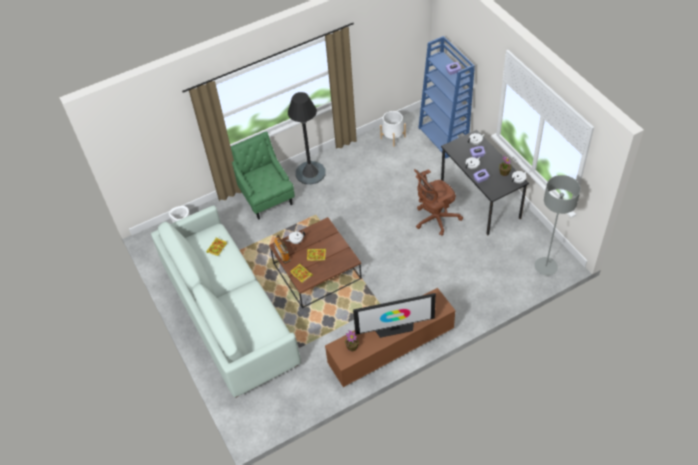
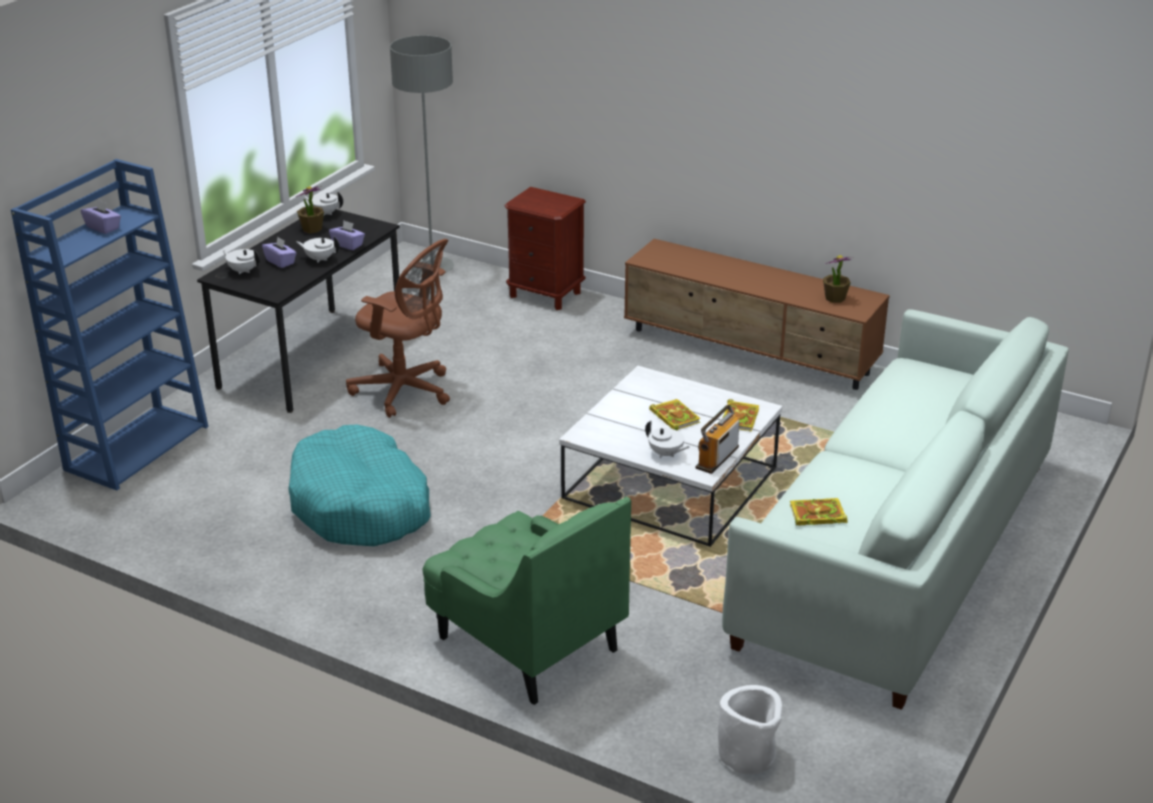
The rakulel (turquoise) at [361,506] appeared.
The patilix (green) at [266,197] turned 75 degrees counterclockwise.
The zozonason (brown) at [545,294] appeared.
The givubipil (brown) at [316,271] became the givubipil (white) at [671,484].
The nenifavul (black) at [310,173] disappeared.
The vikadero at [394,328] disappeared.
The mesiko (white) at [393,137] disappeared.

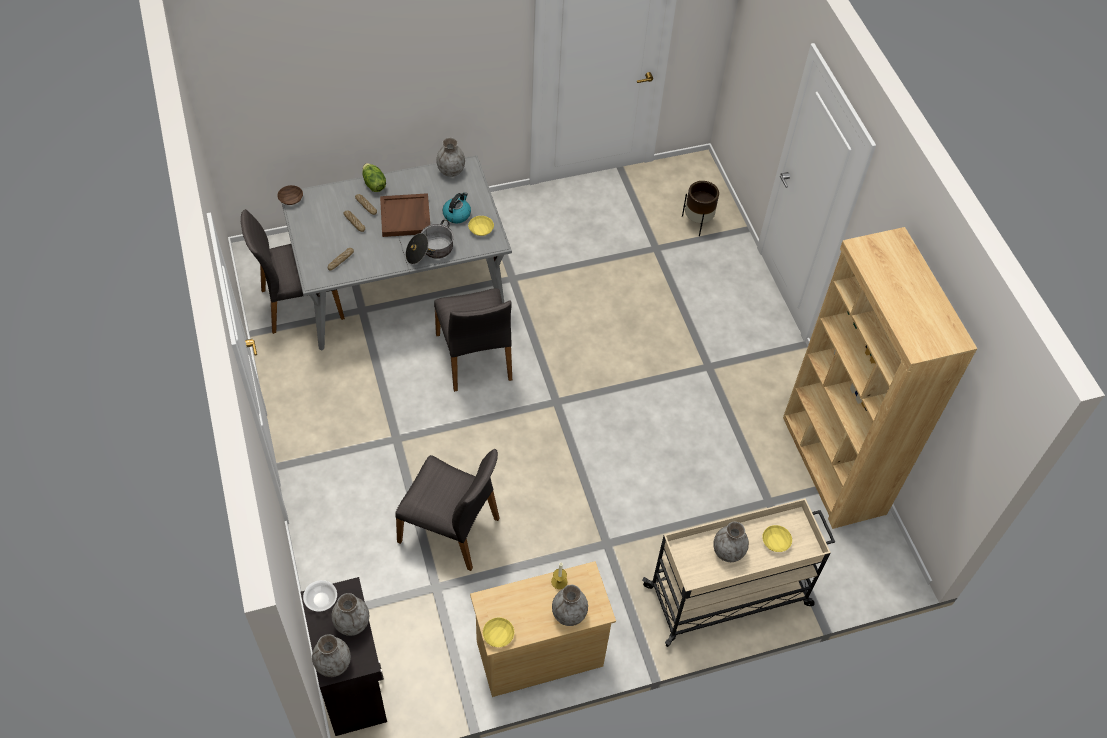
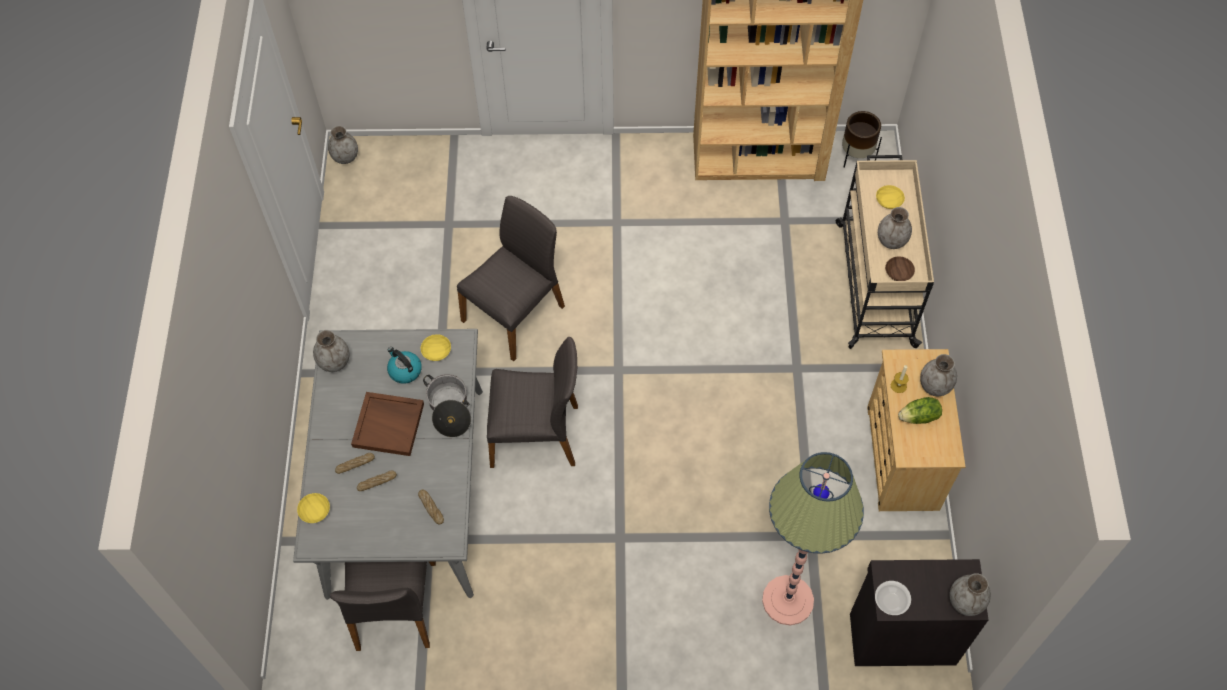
The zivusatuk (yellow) moved from [498,636] to [315,511].
The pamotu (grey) moved from [352,623] to [345,157].
The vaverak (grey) moved from [450,529] to [515,313].
The nenifavul at [787,600] appeared.
The mesiko (brown) moved from [698,222] to [856,156].
The zivusatuk (brown) moved from [290,199] to [899,273].
The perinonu moved from [373,184] to [919,417].

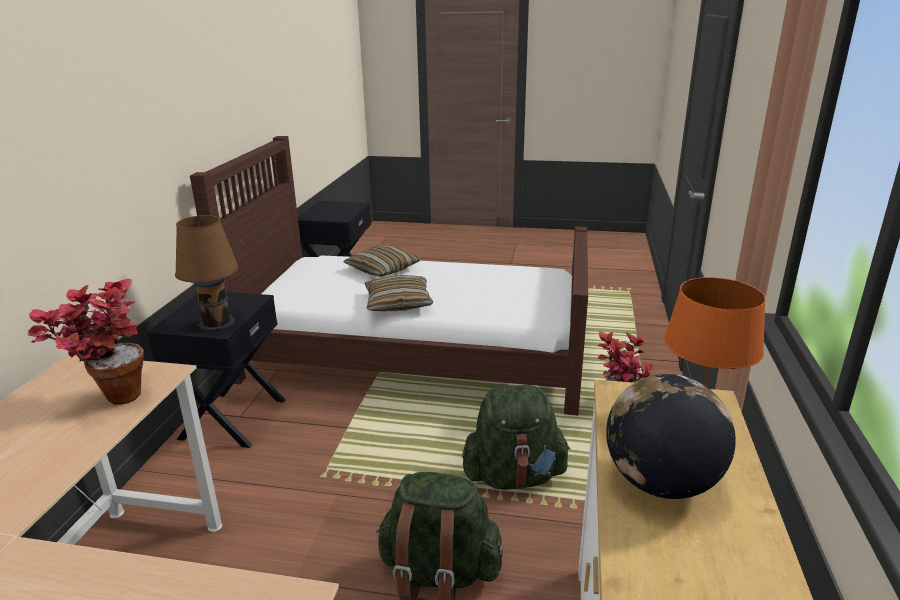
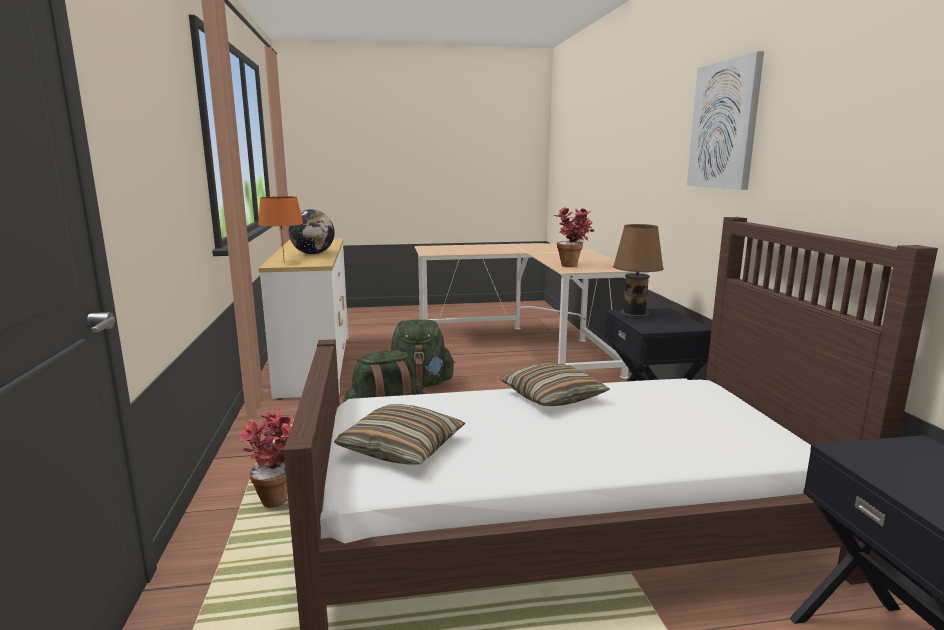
The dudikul moved from [383,269] to [402,448].
The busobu at [724,125] appeared.

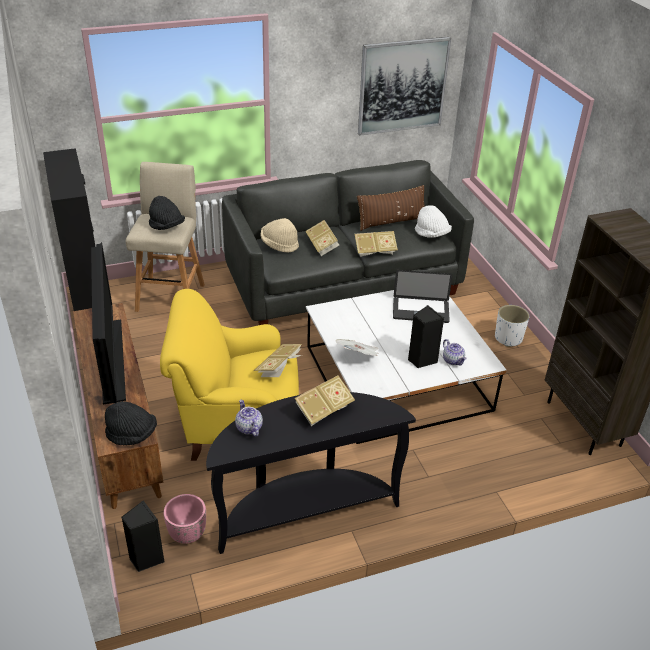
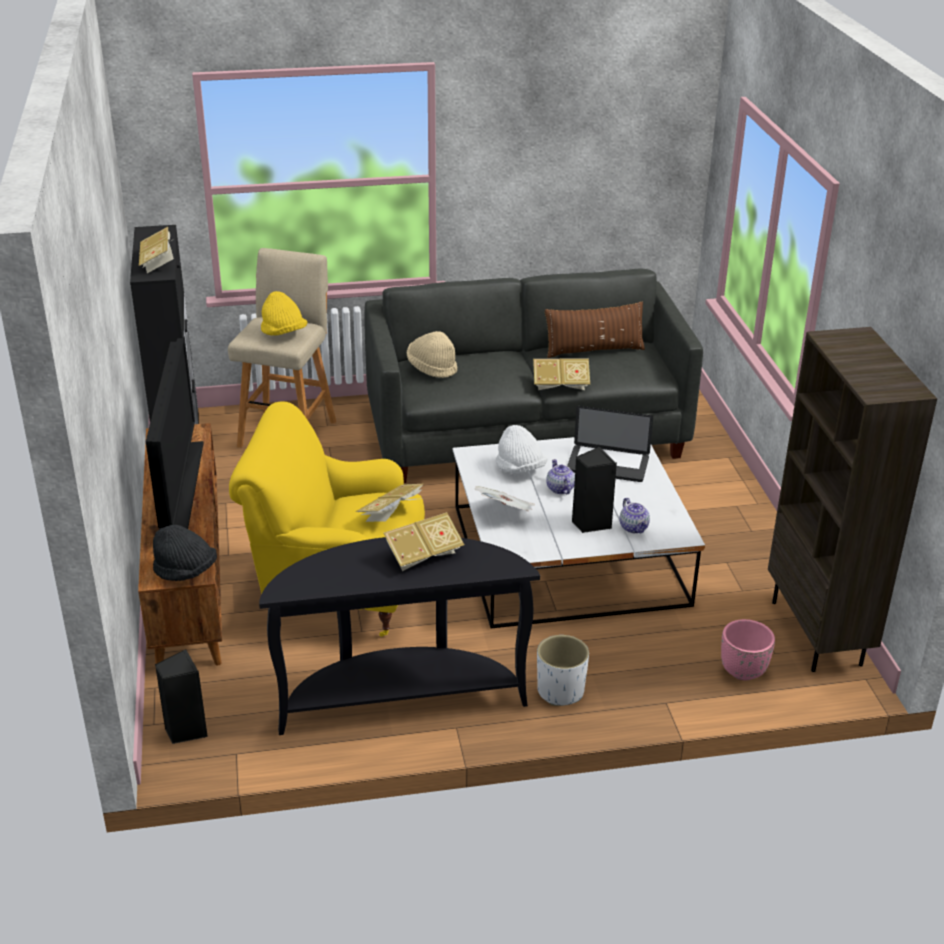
The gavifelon moved from [322,246] to [158,262].
The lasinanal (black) at [166,226] became the lasinanal (yellow) at [283,333].
The lasinanal (white) moved from [432,234] to [520,469].
The mesiko (white) moved from [508,338] to [561,691].
The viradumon moved from [248,428] to [559,488].
The mesiko (pink) moved from [187,534] to [742,672].
The busobu at [402,86] disappeared.

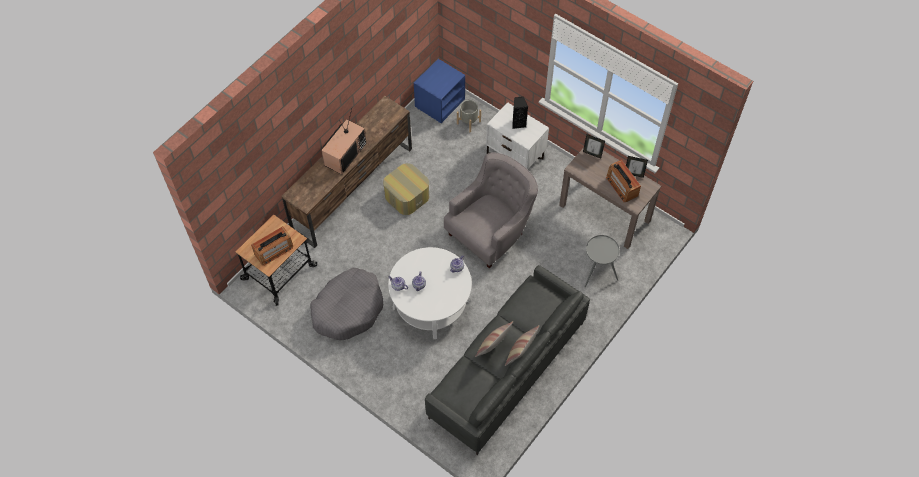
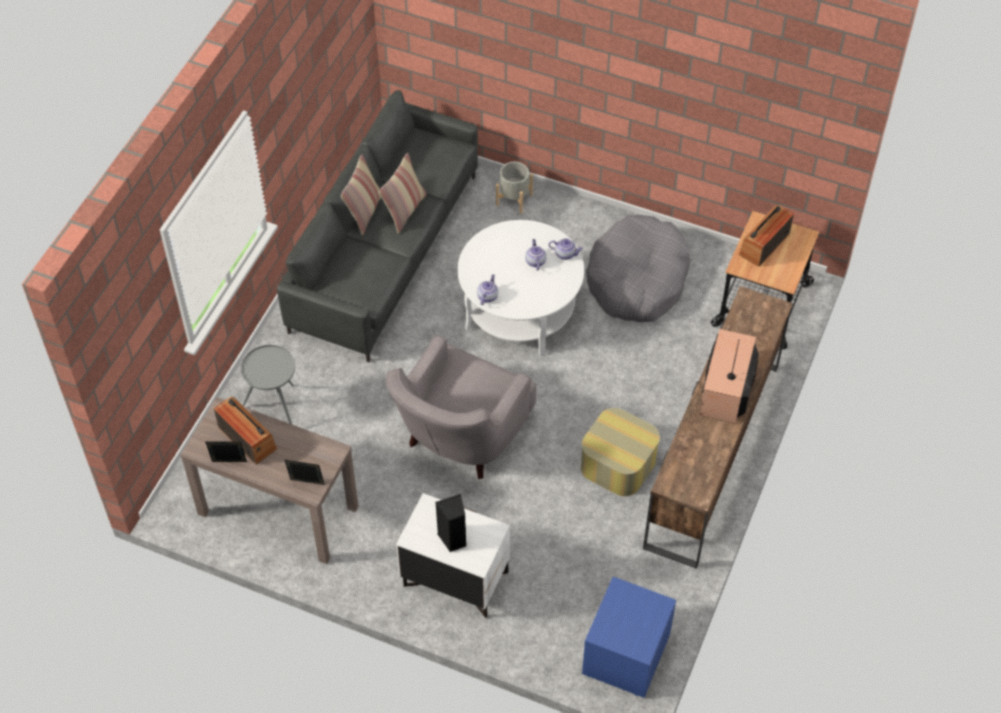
The mesiko (grey) moved from [468,122] to [514,199].

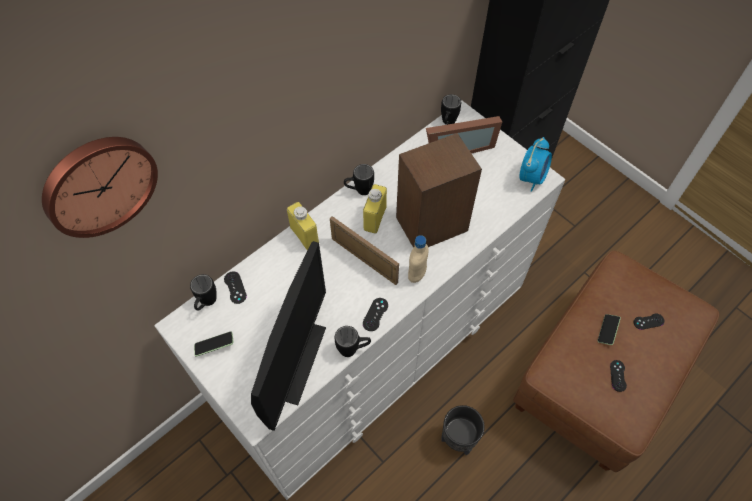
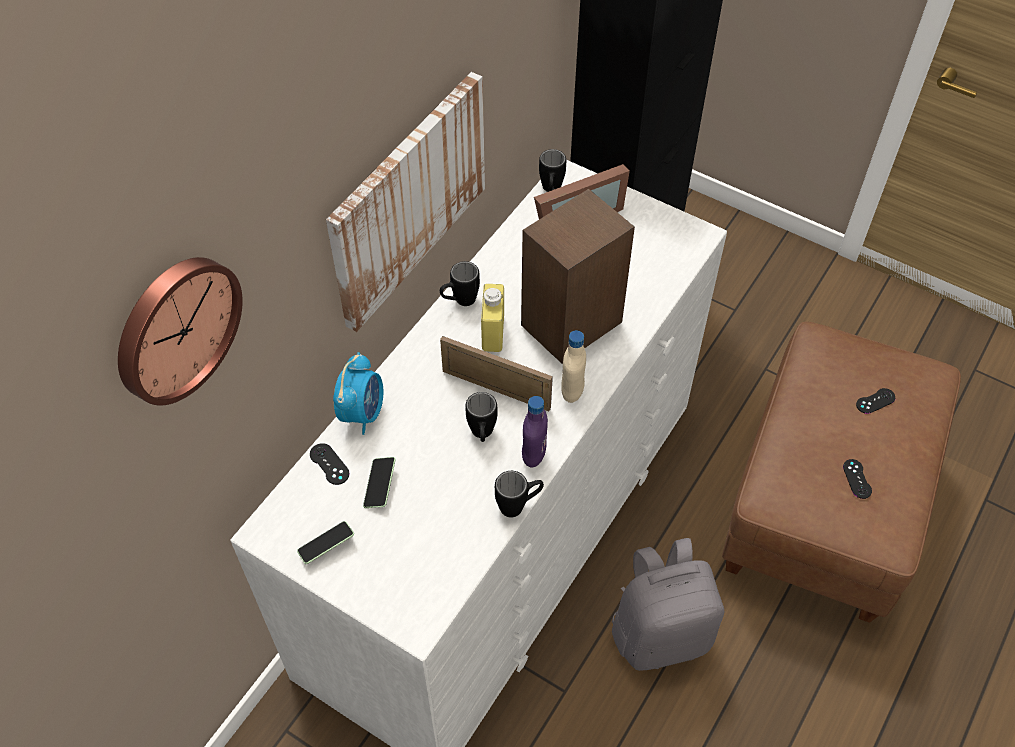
The busobu at [408,199] appeared.
The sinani moved from [531,177] to [362,412].
The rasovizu moved from [607,331] to [380,486].
The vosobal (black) moved from [206,303] to [482,435].
The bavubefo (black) at [375,314] was replaced by the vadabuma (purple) at [533,454].
The mesiko (black) at [458,439] was replaced by the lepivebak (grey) at [661,633].
The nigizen at [294,360] disappeared.
The vadabuma (yellow) at [304,236] disappeared.

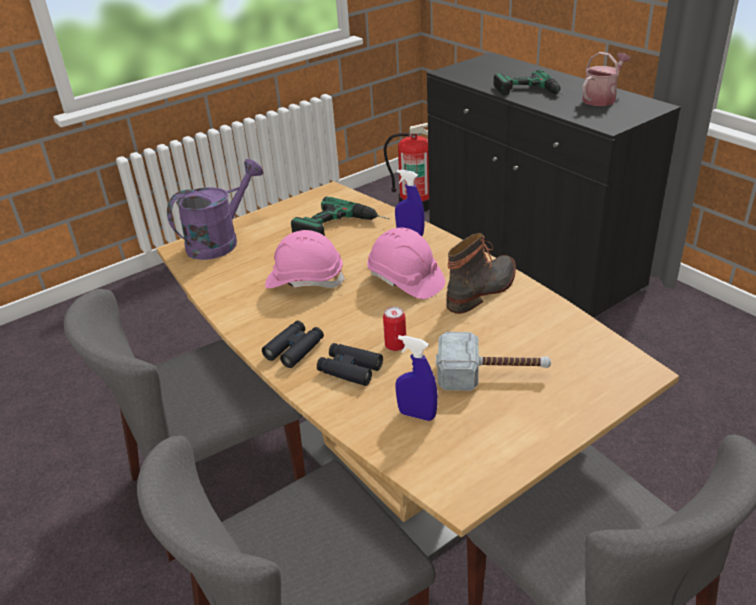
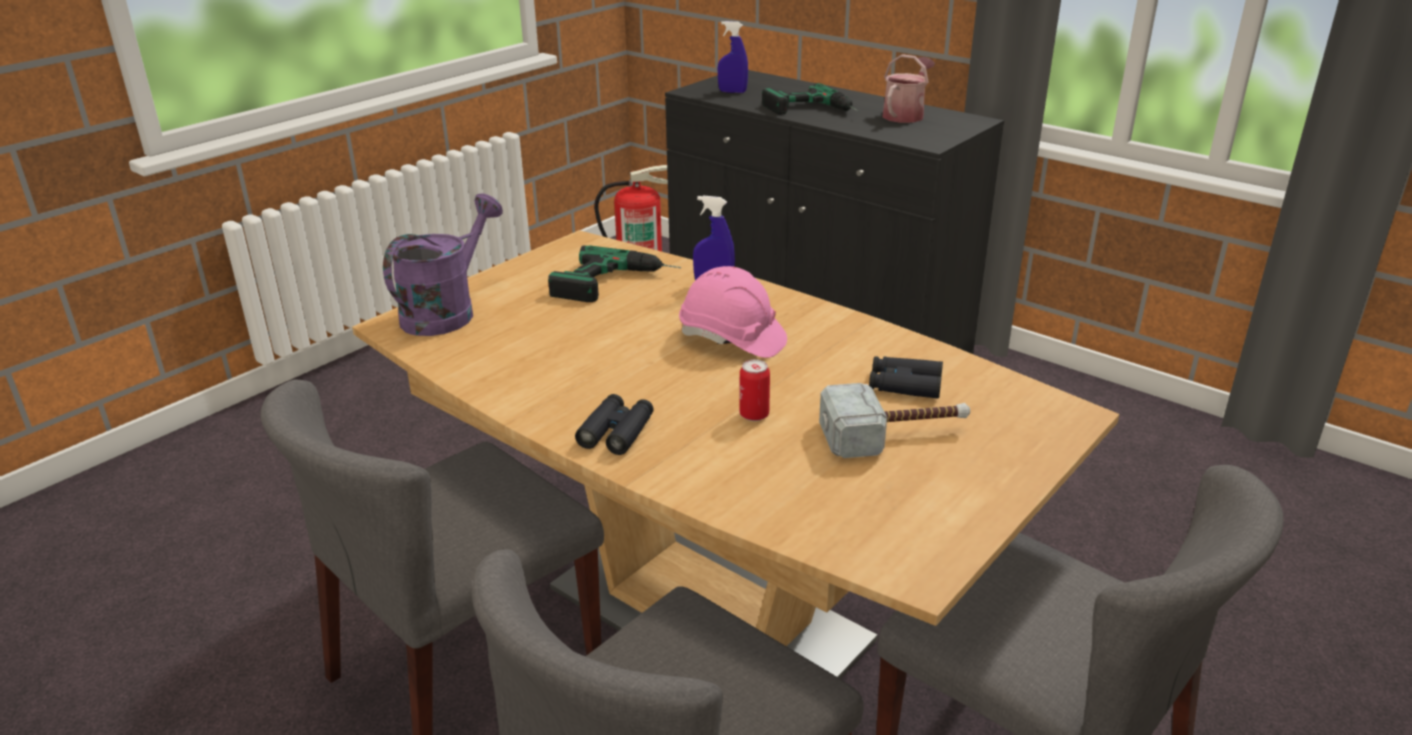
The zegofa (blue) moved from [417,415] to [732,92].
The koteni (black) moved from [350,369] to [904,385].
The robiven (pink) at [305,280] disappeared.
The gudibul at [483,290] disappeared.

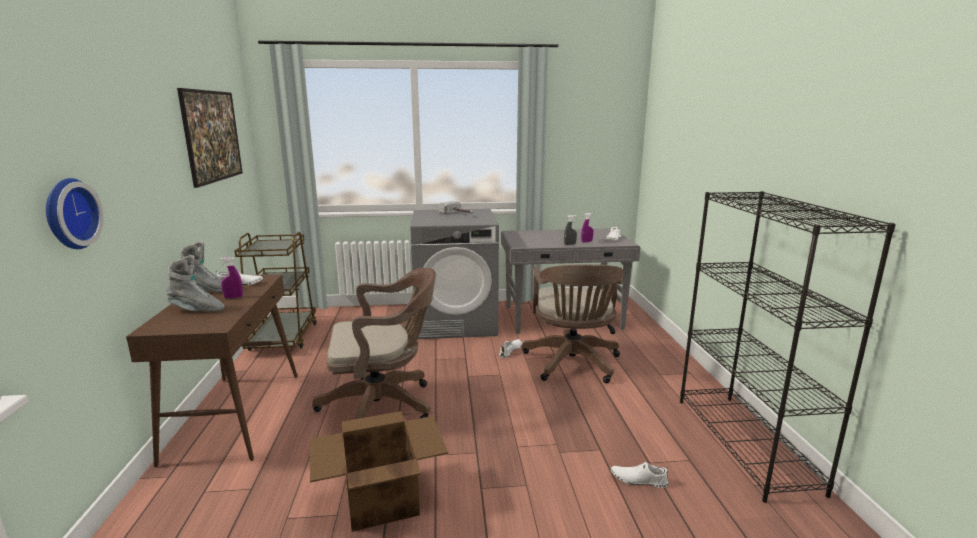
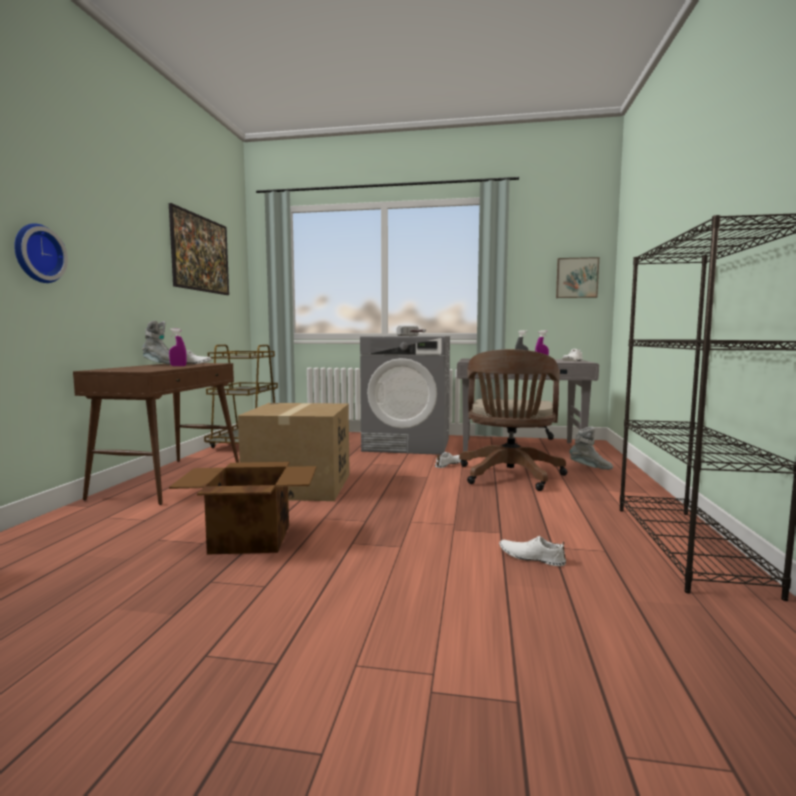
The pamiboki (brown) at [384,406] was replaced by the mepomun at [300,486].
The busobu at [576,278] appeared.
The gudibul (grey) moved from [196,310] to [590,468].

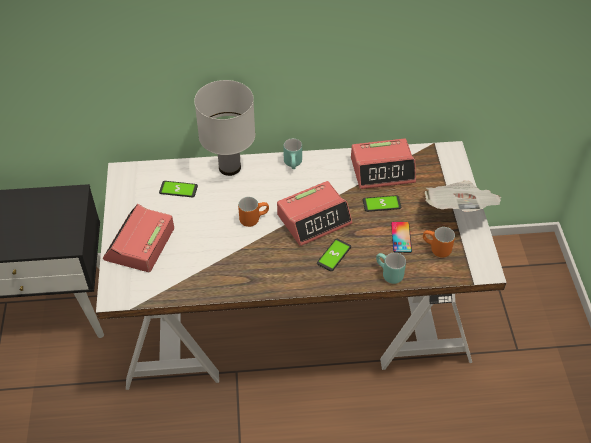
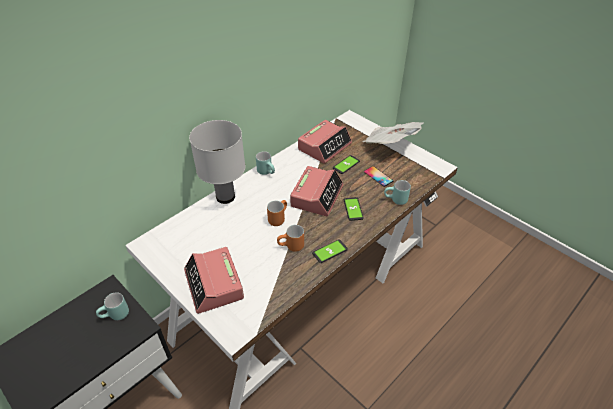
The vosobal (turquoise) at [116,316] appeared.
The vosobal (orange) moved from [436,250] to [291,247].
The rasovizu moved from [178,189] to [330,251].

